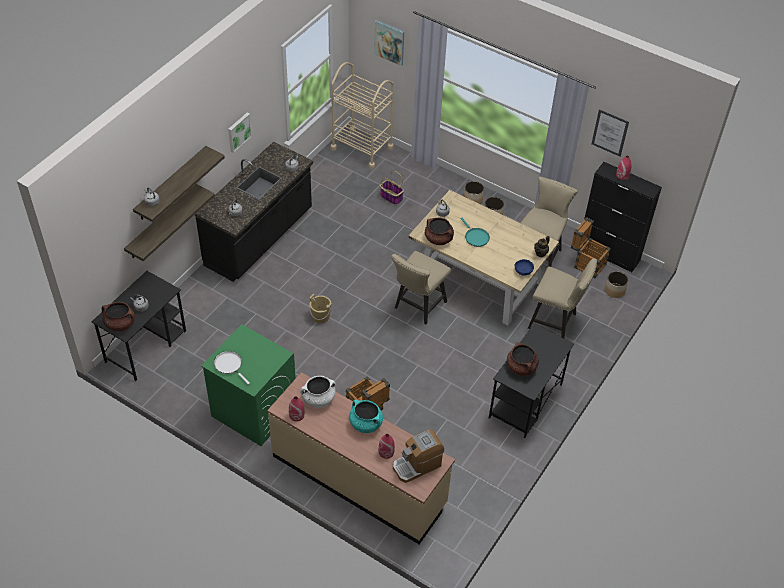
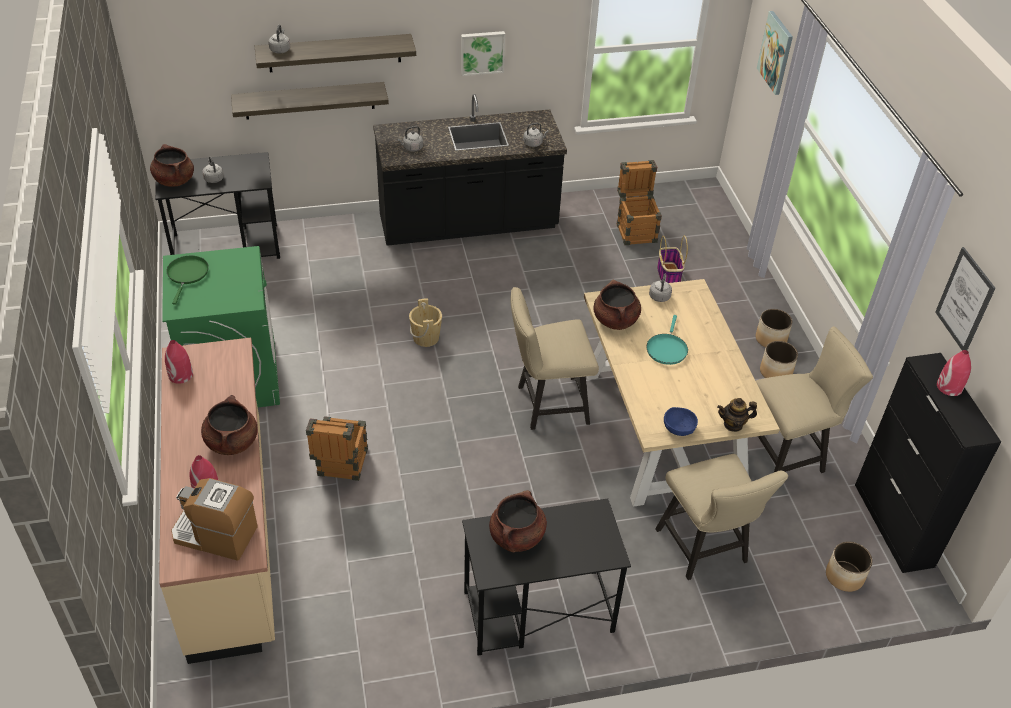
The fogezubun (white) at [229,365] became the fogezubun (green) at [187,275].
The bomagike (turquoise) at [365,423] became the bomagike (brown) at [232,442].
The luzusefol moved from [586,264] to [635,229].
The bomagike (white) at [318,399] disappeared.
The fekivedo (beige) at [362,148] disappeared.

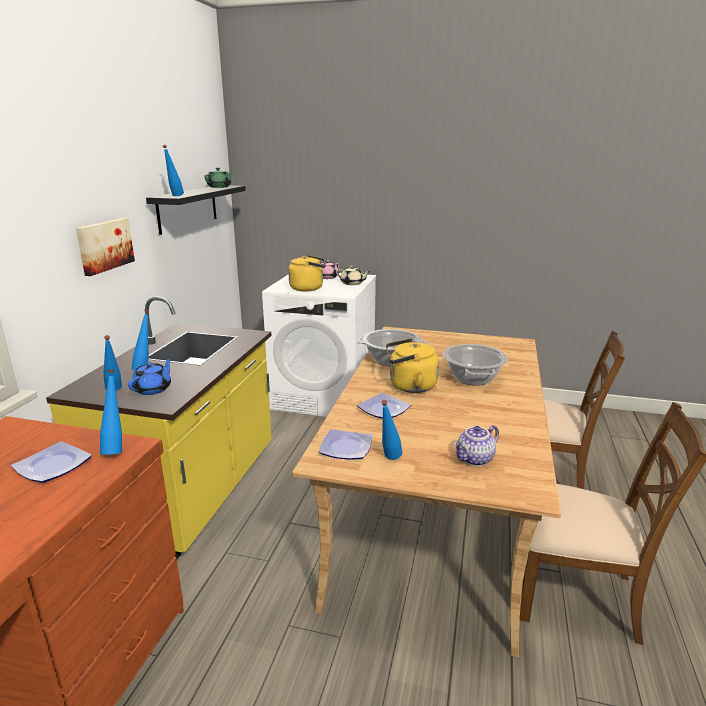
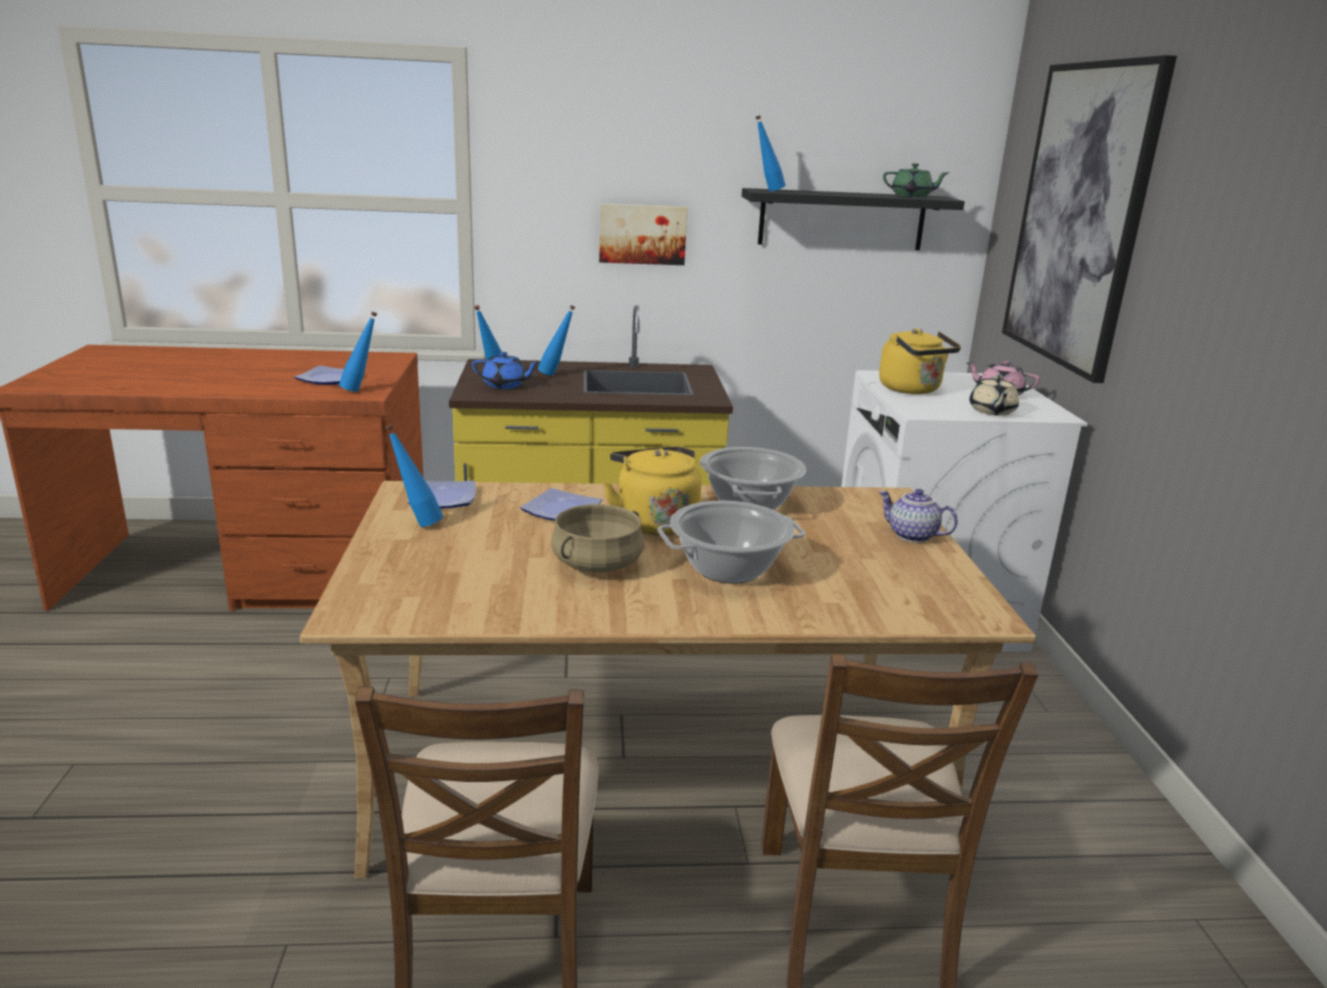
The bomagike (beige) at [597,564] appeared.
The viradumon moved from [475,459] to [911,536].
The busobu at [1080,216] appeared.

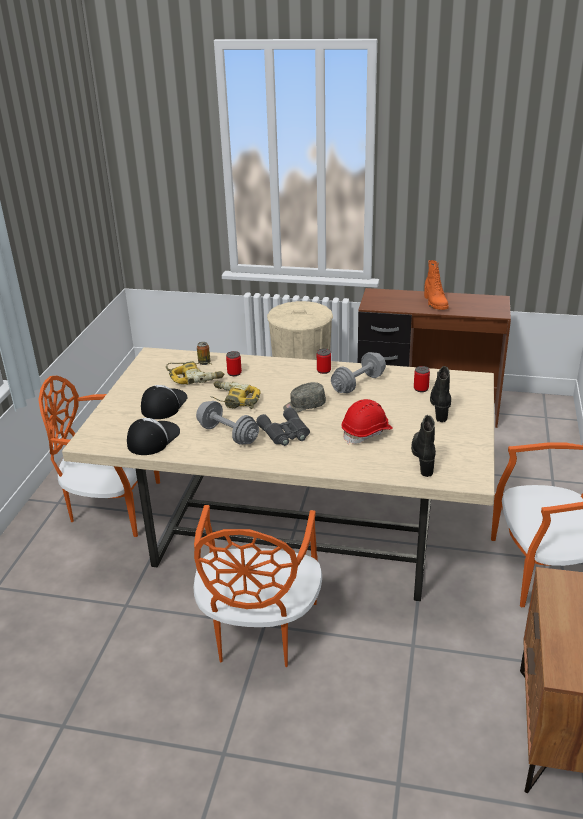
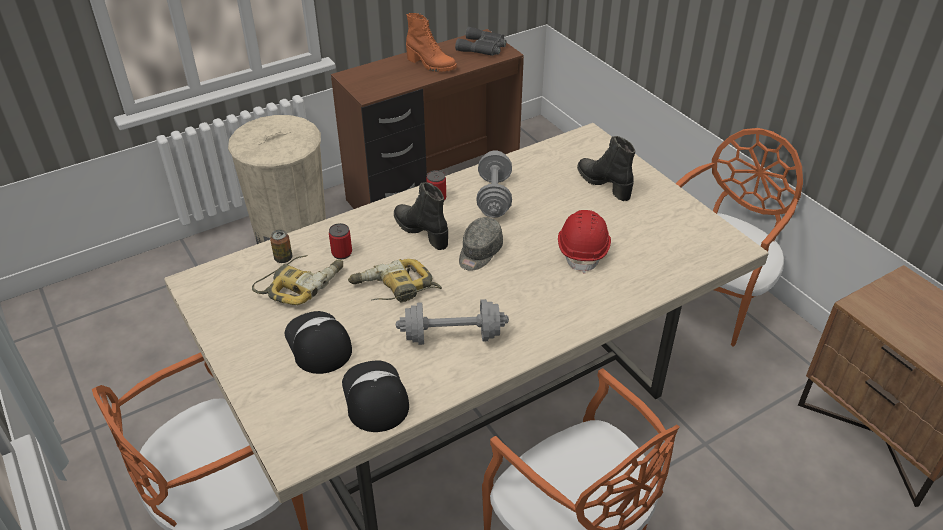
The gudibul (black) moved from [424,458] to [422,231].
The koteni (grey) moved from [284,433] to [483,47].
The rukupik at [421,388] disappeared.

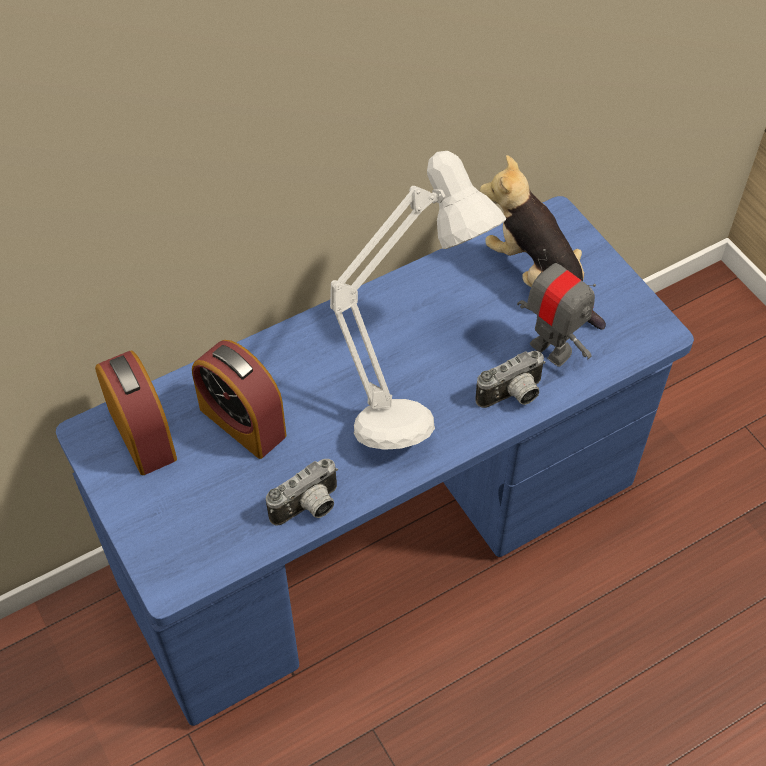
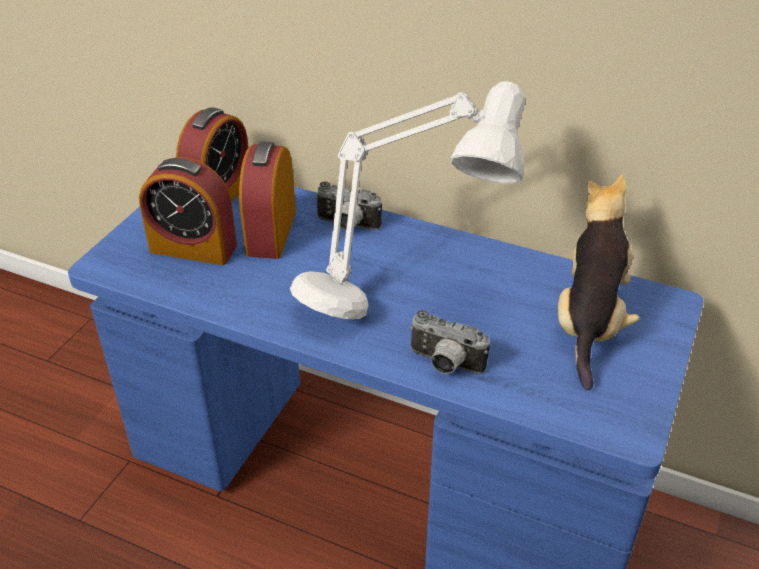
The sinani at [193,248] appeared.
The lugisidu moved from [309,508] to [346,226].
The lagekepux at [551,349] disappeared.

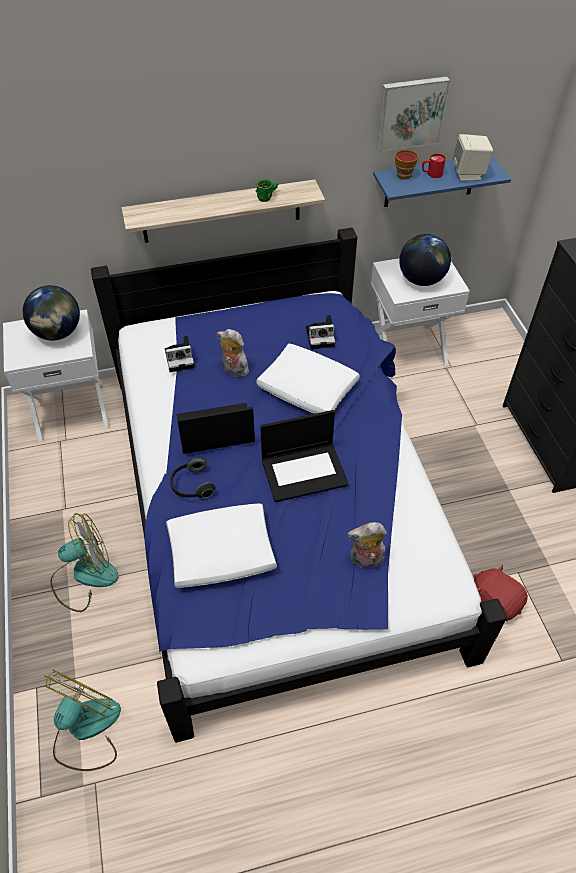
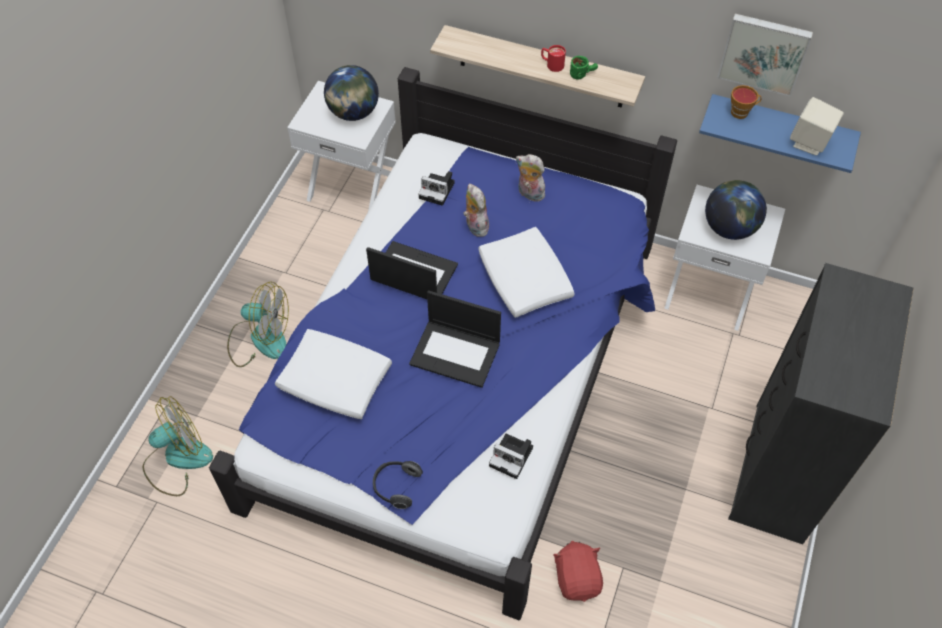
The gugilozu moved from [192,486] to [396,486].
The lugisidu moved from [321,337] to [513,457].
The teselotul moved from [366,561] to [529,194].
The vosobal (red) moved from [431,174] to [552,64].

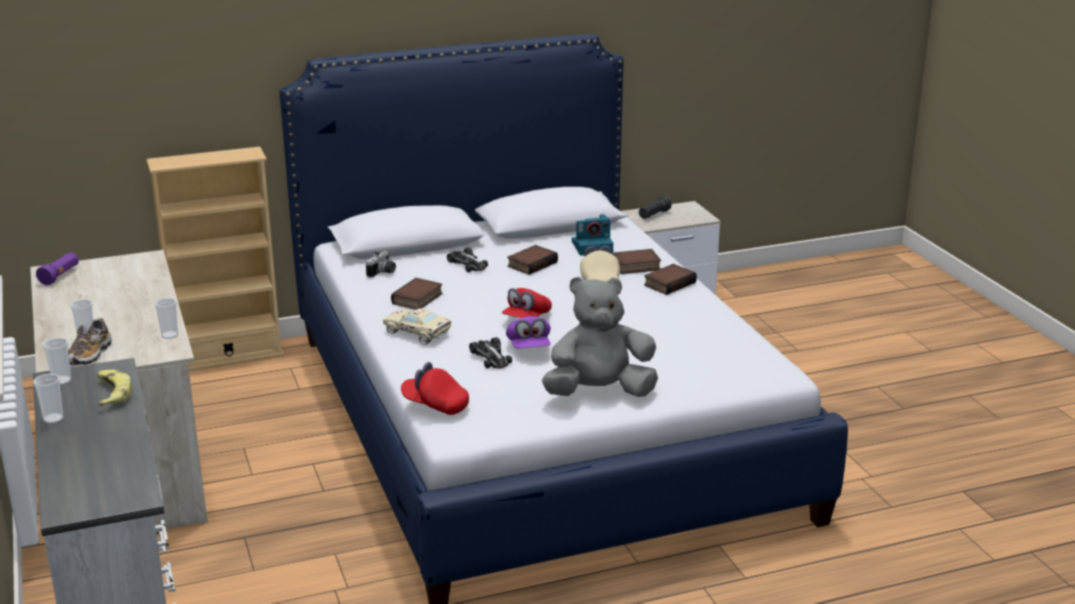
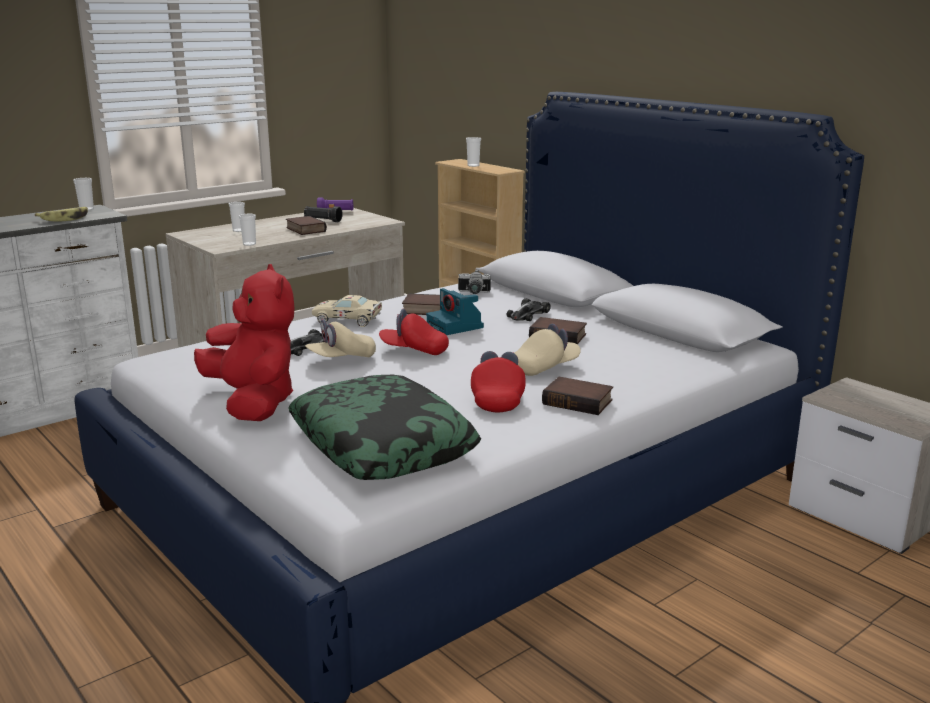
The teselotul (grey) at [599,392] became the teselotul (red) at [253,402].
The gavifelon moved from [636,266] to [304,229].
The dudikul at [382,444] appeared.
The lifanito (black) moved from [653,215] to [322,220].
The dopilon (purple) at [528,347] became the dopilon (beige) at [341,359].
The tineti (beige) at [419,333] turned 90 degrees counterclockwise.
The lugisidu moved from [593,246] to [456,326].
The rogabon moved from [53,419] to [473,165].
The dopilon (red) moved from [435,405] to [497,399].
The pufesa at [90,355] disappeared.

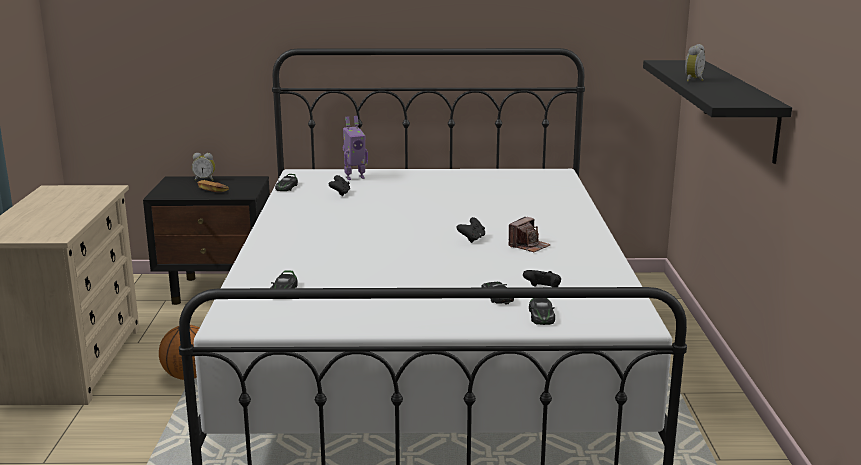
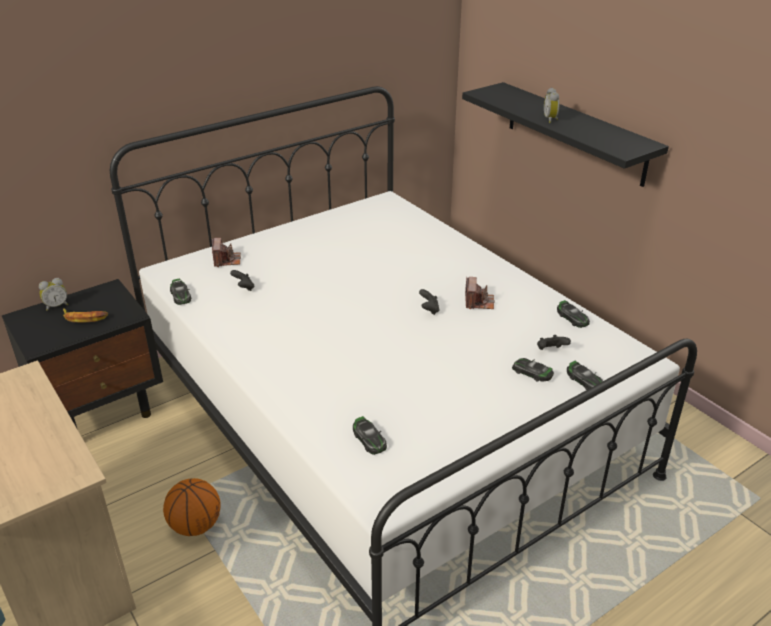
The lagekepux at [354,177] was replaced by the lugisidu at [226,260].
The tineti at [572,318] appeared.

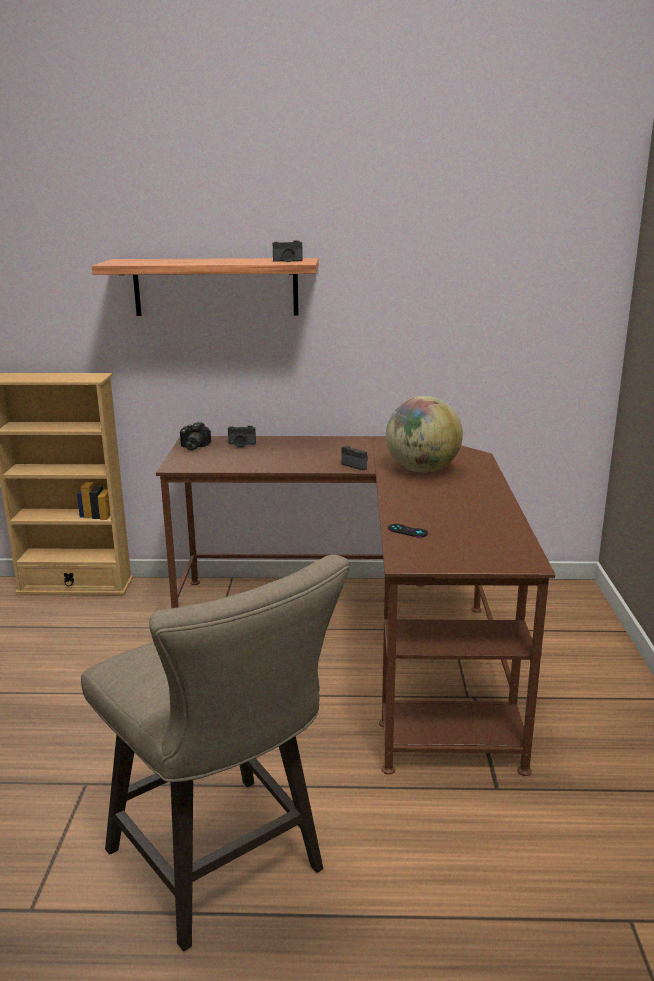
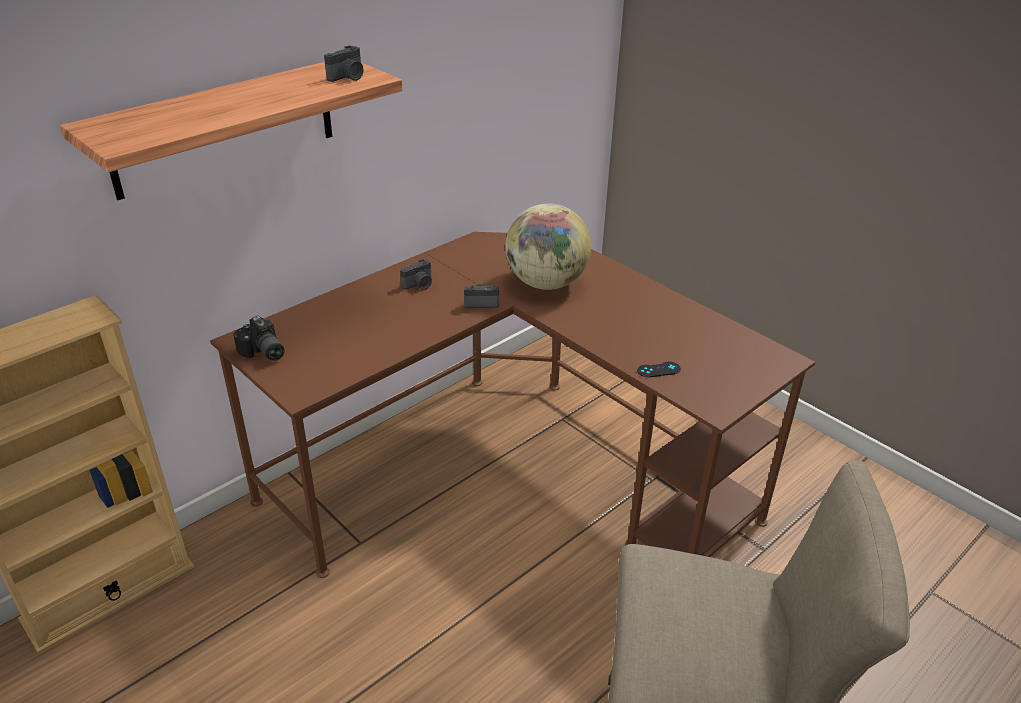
The lugisidu moved from [241,444] to [419,285].

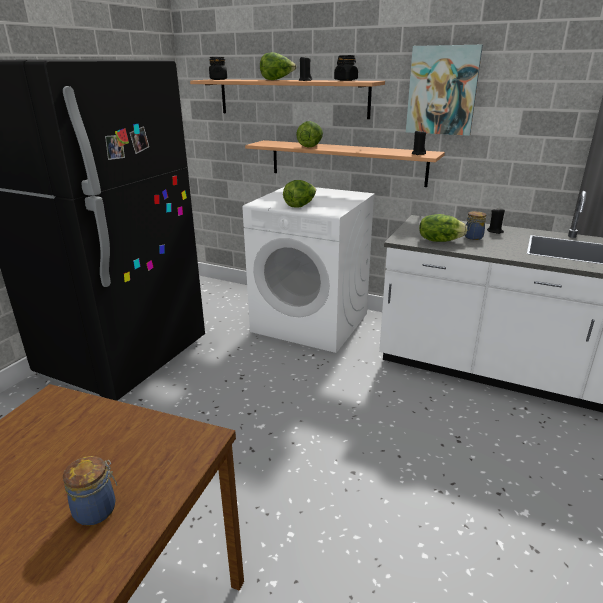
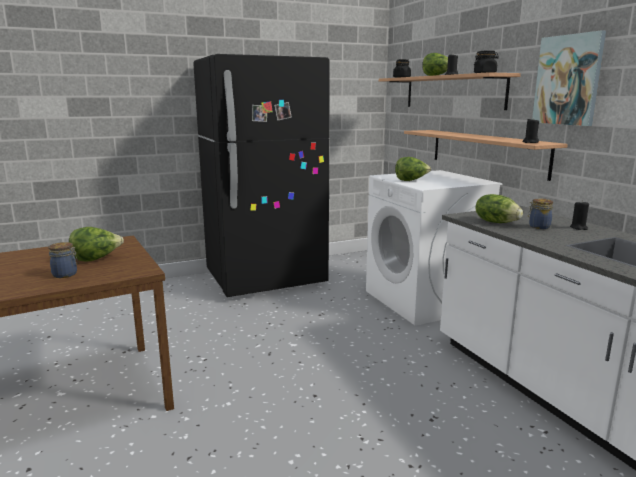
The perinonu moved from [310,146] to [96,259].

